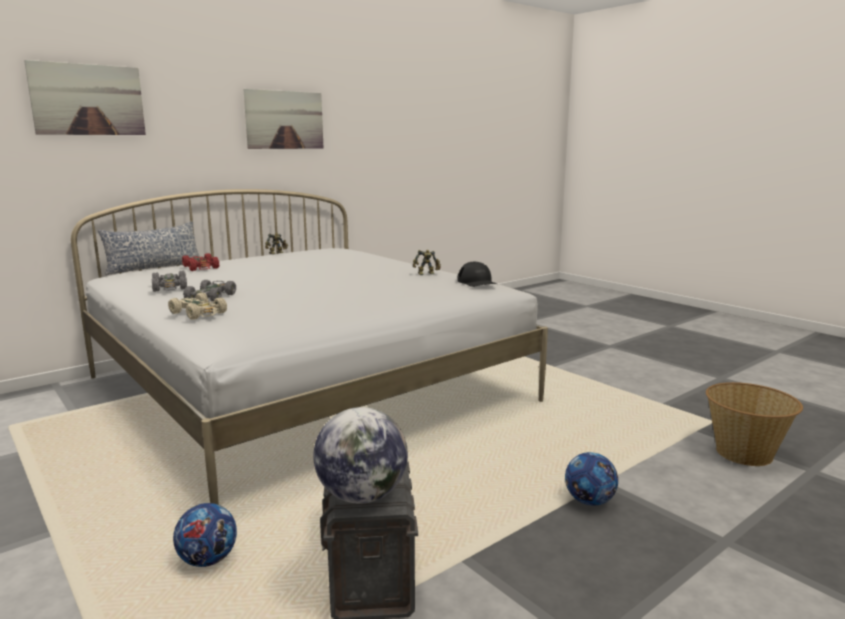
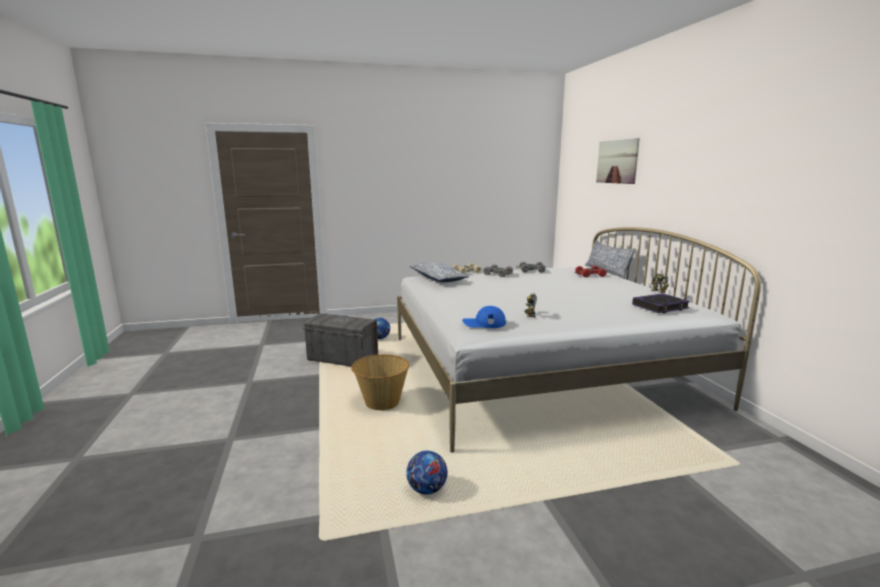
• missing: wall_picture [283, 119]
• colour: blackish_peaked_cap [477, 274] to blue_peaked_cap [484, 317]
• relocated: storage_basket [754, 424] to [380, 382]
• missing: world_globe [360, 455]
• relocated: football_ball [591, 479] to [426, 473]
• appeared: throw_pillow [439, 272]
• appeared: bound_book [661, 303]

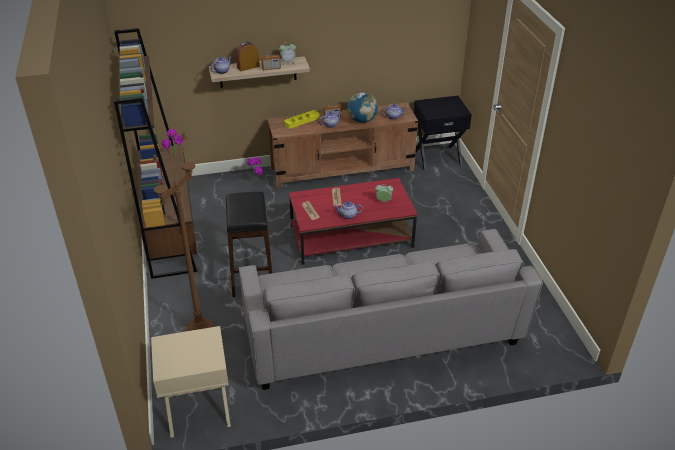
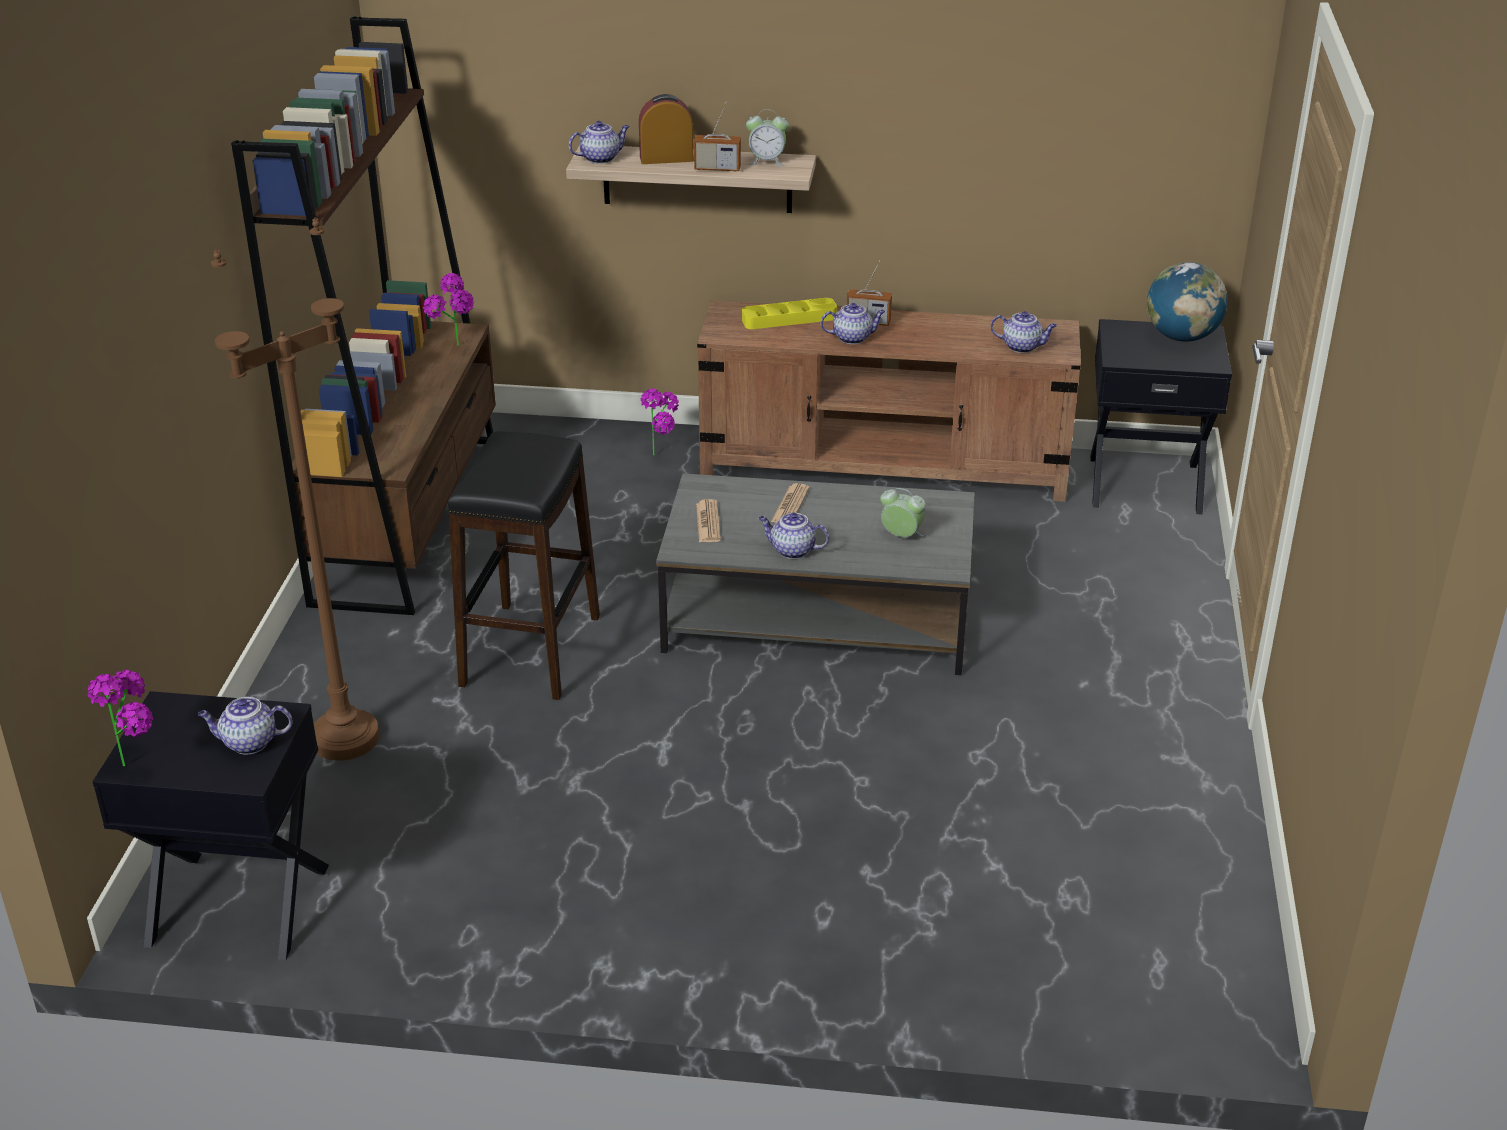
• relocated: world_globe [362, 107] to [1187, 302]
• colour: red-coloured_lounge_table [353, 221] to gray_lounge_table [815, 574]
• missing: gray_couch [391, 309]
• colour: beige_night_table [191, 382] to blackish_night_table [211, 826]
• appeared: houseplant [120, 718]
• appeared: pot_for_tea [245, 725]

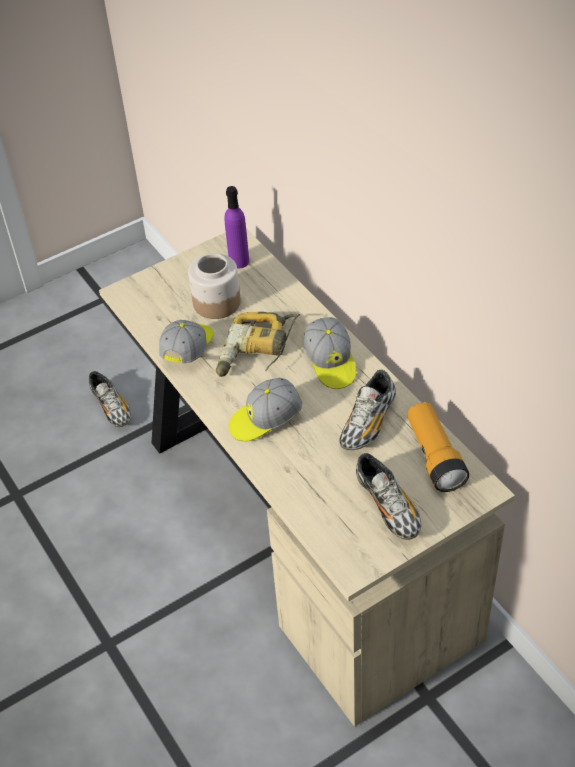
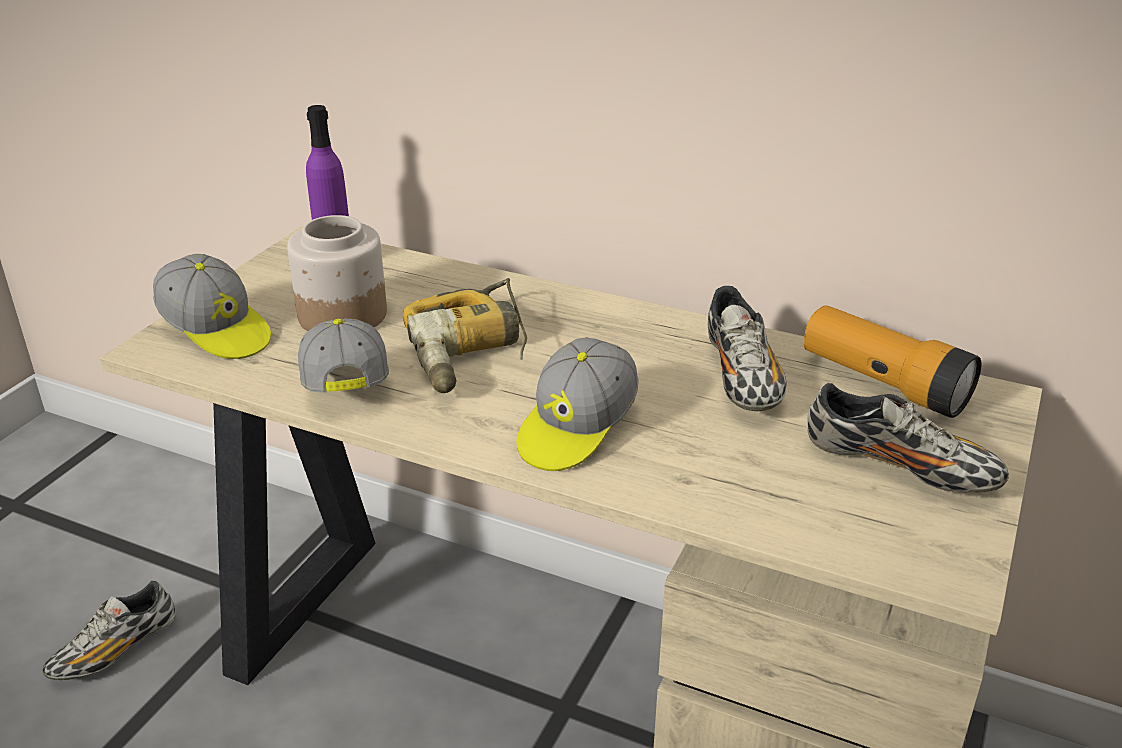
• relocated: peaked_cap [330, 353] to [212, 306]
• spun: item_of_footwear [110, 399] = [109, 630] 105 degrees clockwise

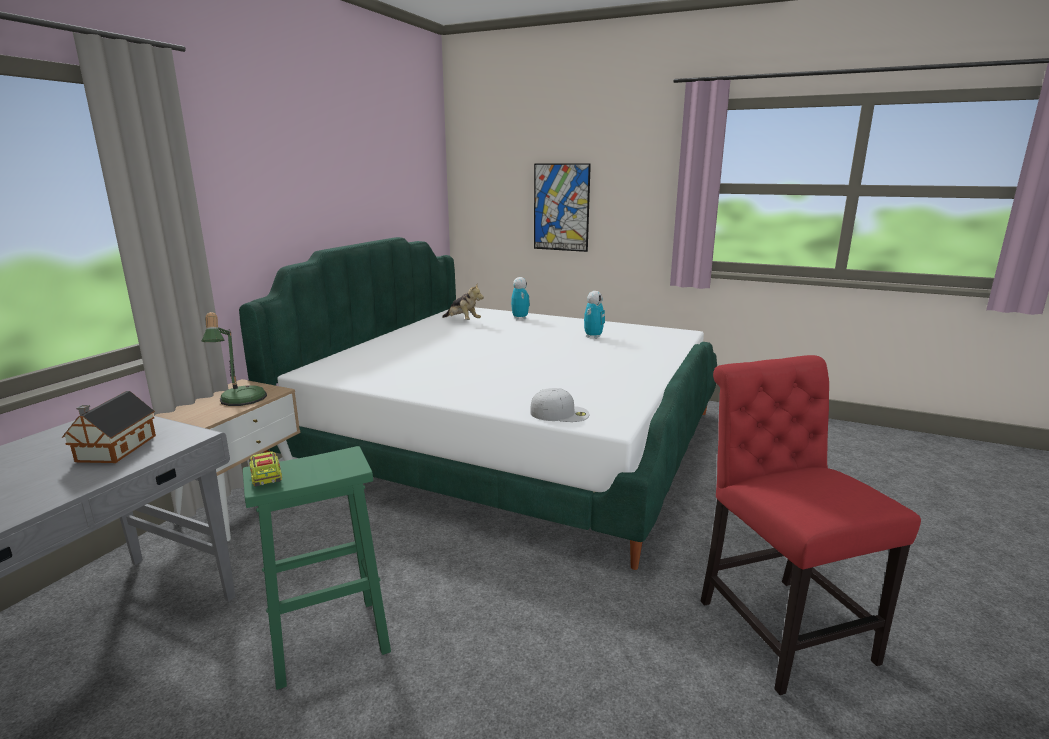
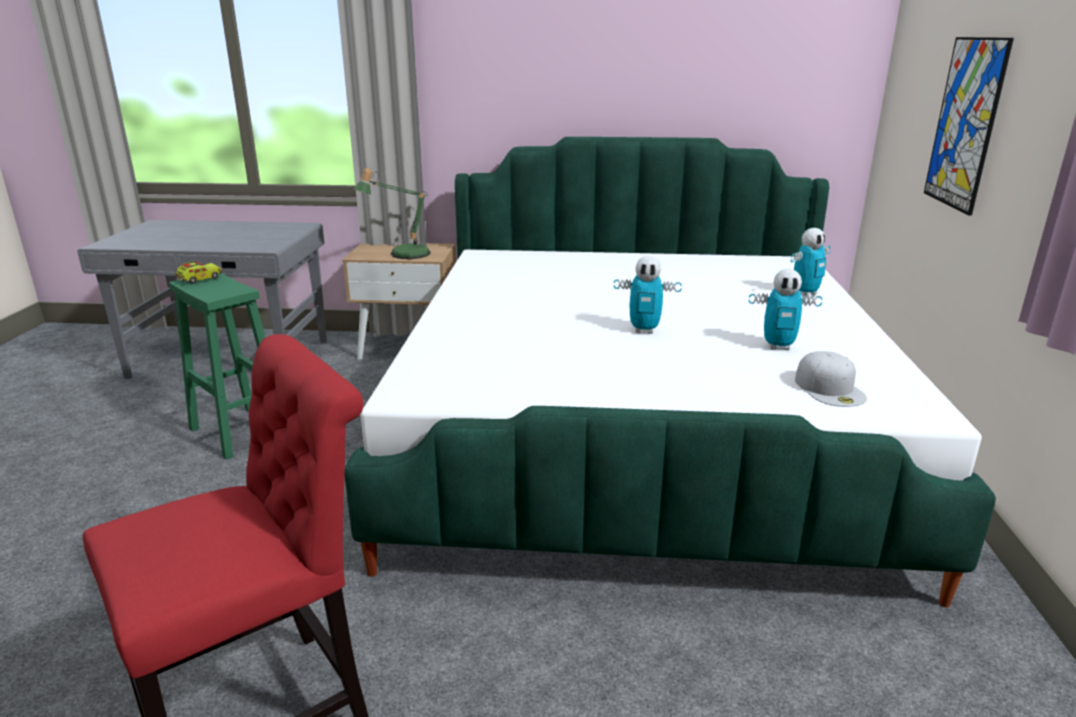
• missing: plush_toy [463, 301]
• relocated: white_peaked_cap [559, 405] to [831, 379]
• missing: toy_house [109, 427]
• appeared: toy_robot [648, 295]

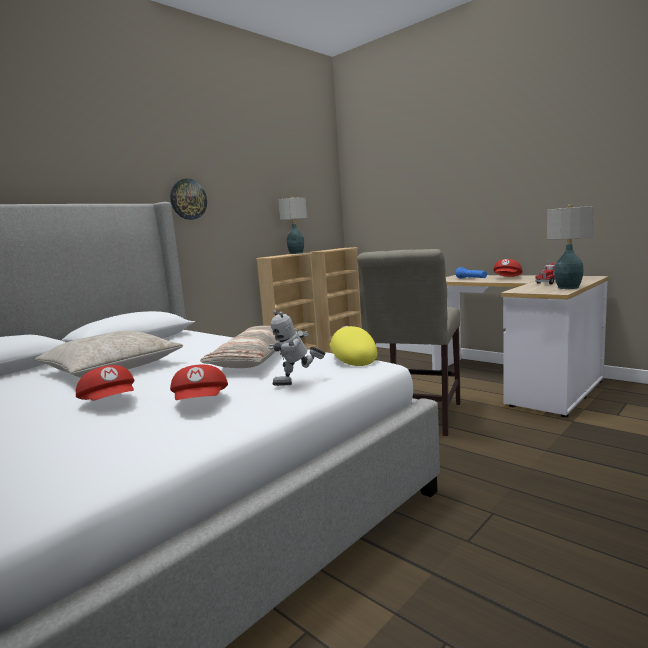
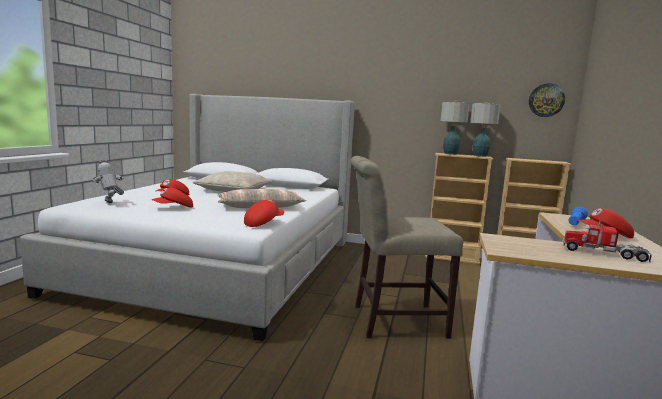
• relocated: hanging_clock [188, 199] to [547, 100]
• relocated: tabletop_lamp [570, 247] to [455, 128]
• relocated: toy_robot [297, 348] to [108, 181]
• colour: yellowish_peaked_cap [353, 346] to red-coloured_peaked_cap [264, 213]

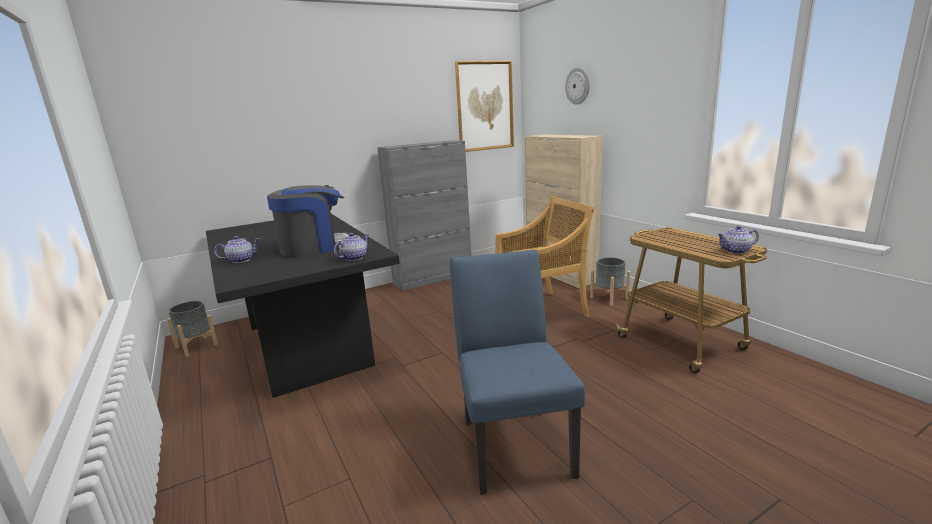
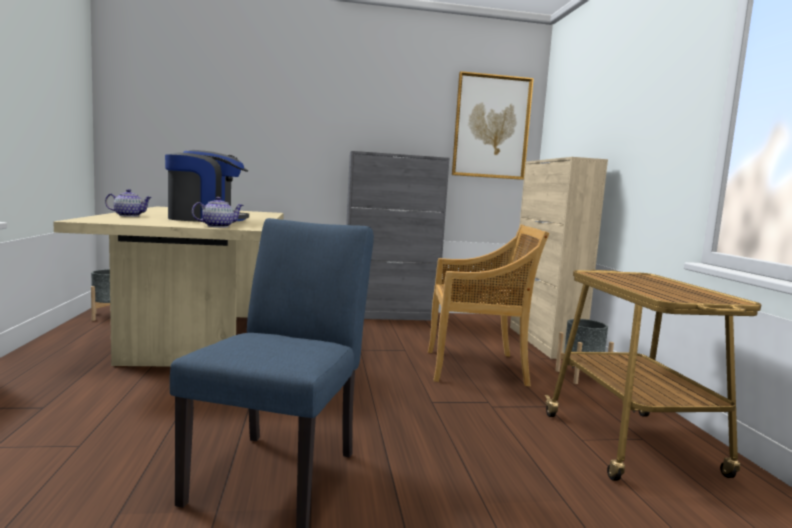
• missing: hanging_clock [577, 86]
• colour: blackish_dining_table [303, 306] to beige_dining_table [168, 286]
• missing: pot_for_tea [738, 240]

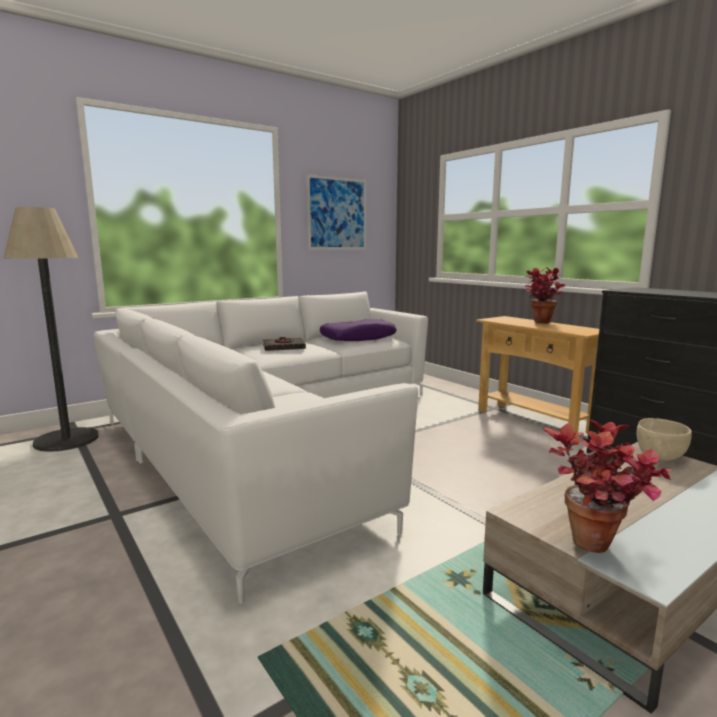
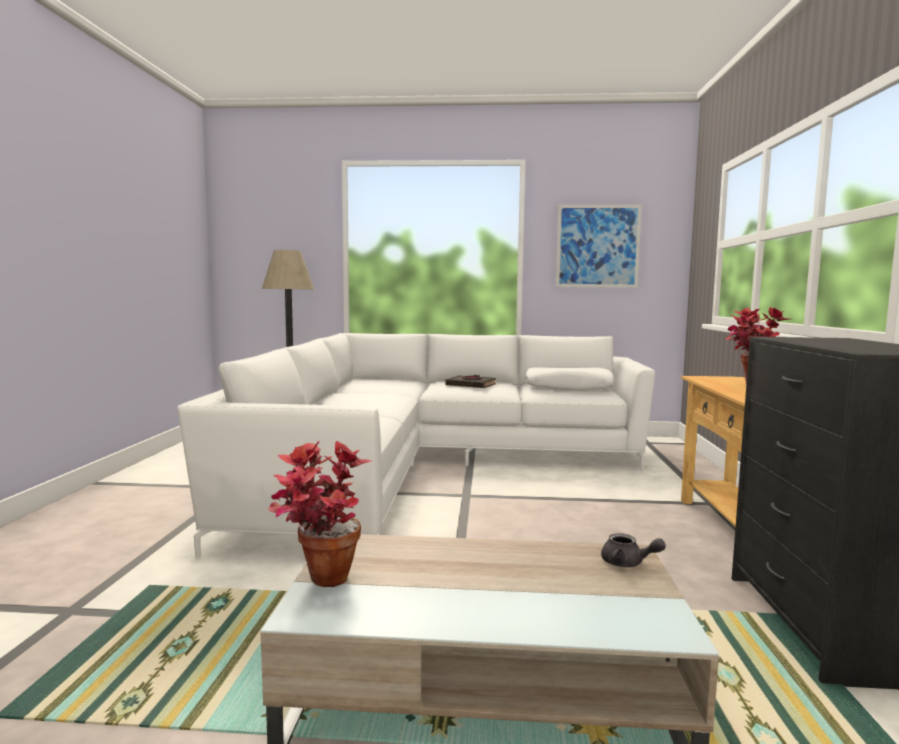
• colour: purple_throw_pillow [358, 330] to white_throw_pillow [569, 379]
• exchanged: beige_serving_bowl [664, 439] to gray_pot_for_tea [633, 550]

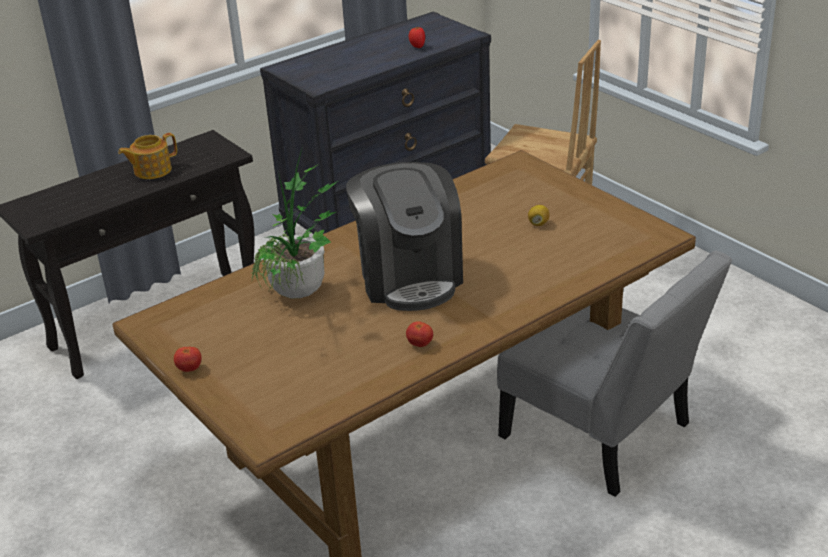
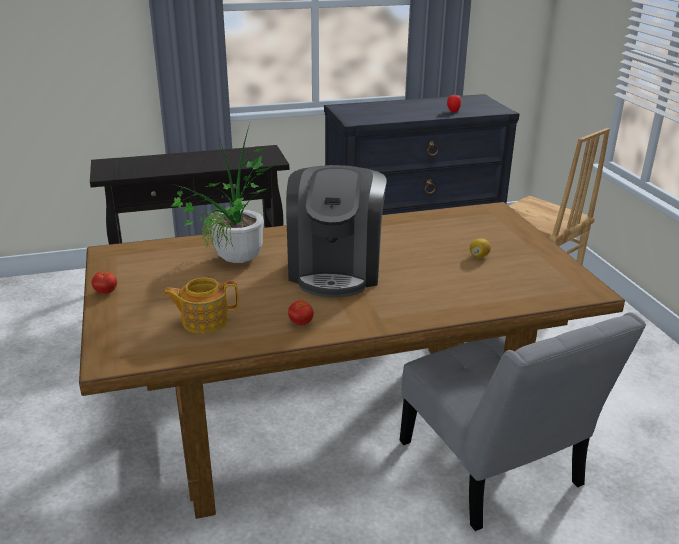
• relocated: pot_for_tea [147, 156] to [201, 305]

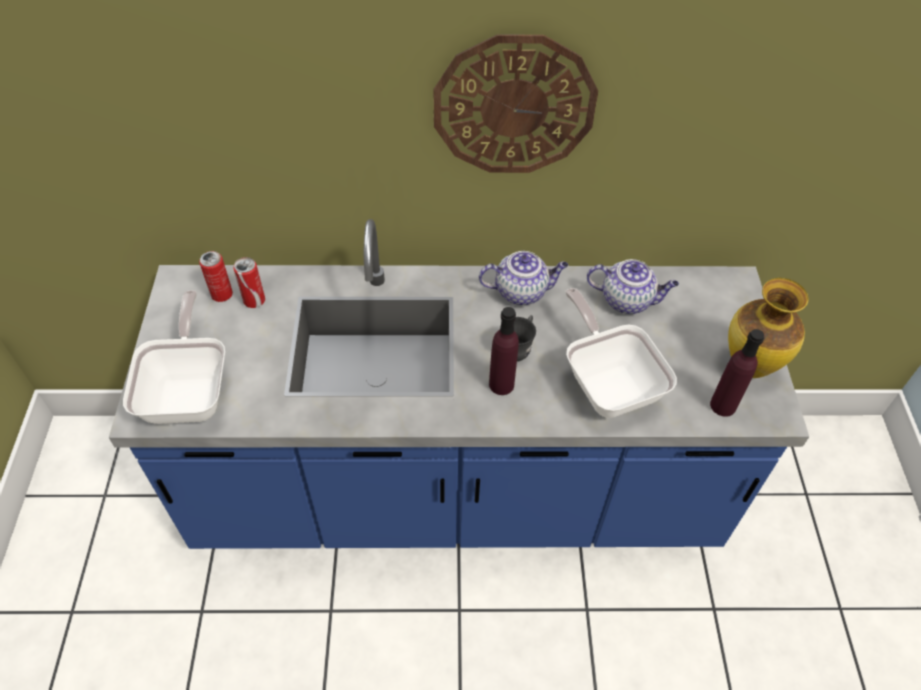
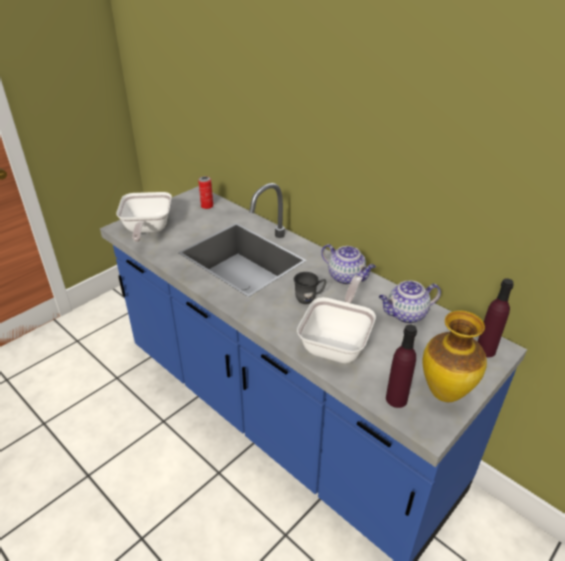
• missing: hanging_clock [515, 103]
• missing: can [249, 282]
• spun: pot_for_tea [633, 286] = [410, 302] 105 degrees clockwise
• spun: frying_pan [174, 357] = [144, 217] 135 degrees clockwise
• relocated: purple_beverage_bottle [504, 351] to [496, 317]

